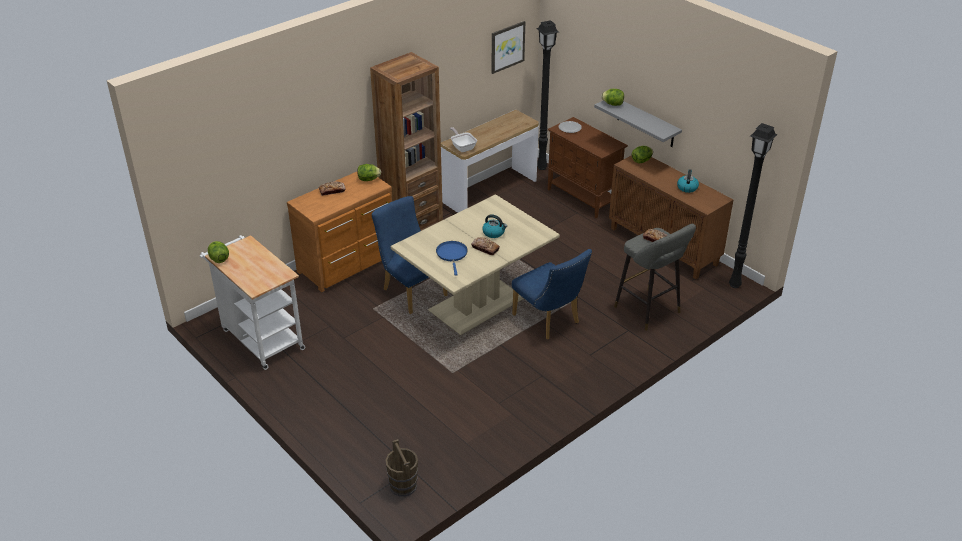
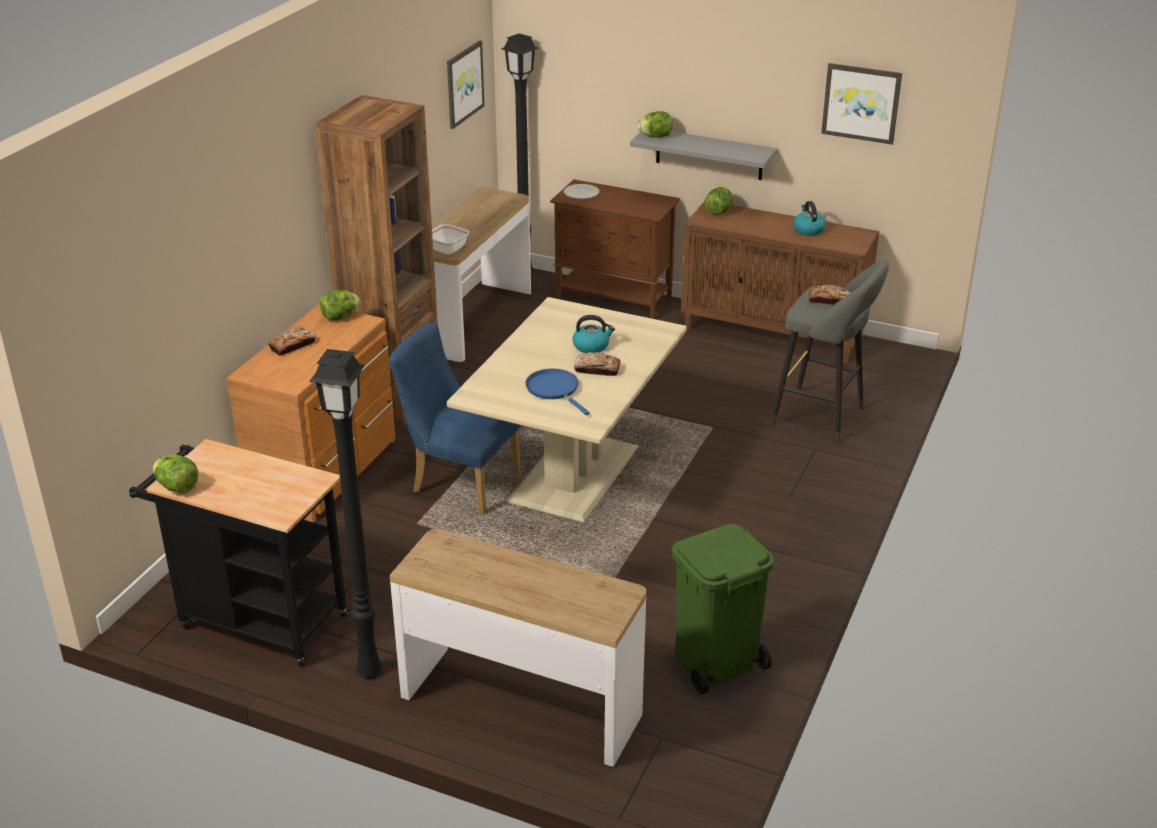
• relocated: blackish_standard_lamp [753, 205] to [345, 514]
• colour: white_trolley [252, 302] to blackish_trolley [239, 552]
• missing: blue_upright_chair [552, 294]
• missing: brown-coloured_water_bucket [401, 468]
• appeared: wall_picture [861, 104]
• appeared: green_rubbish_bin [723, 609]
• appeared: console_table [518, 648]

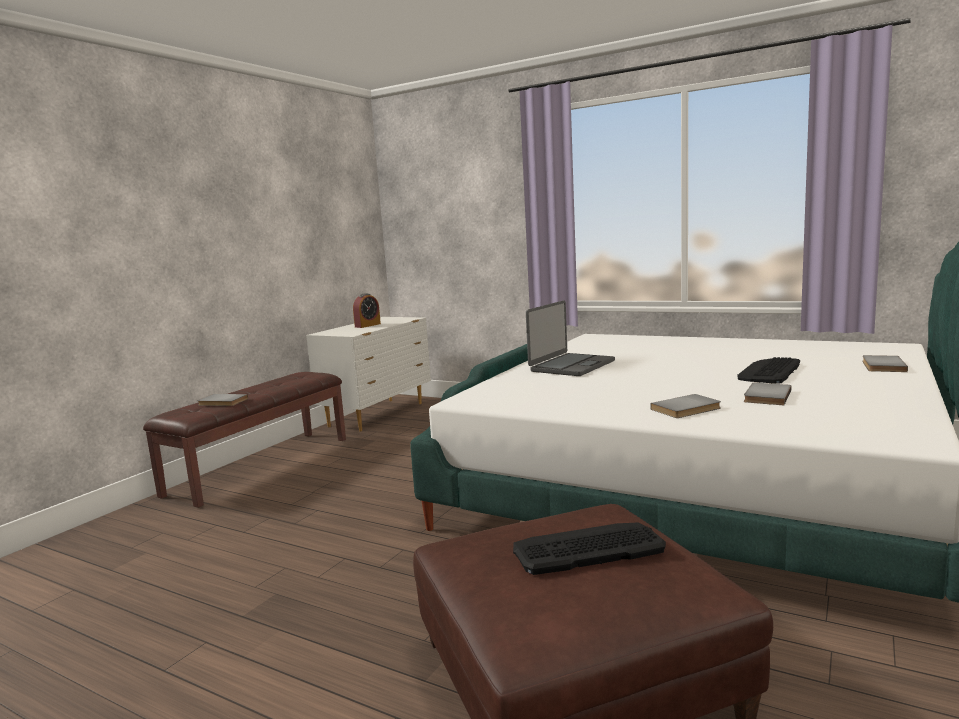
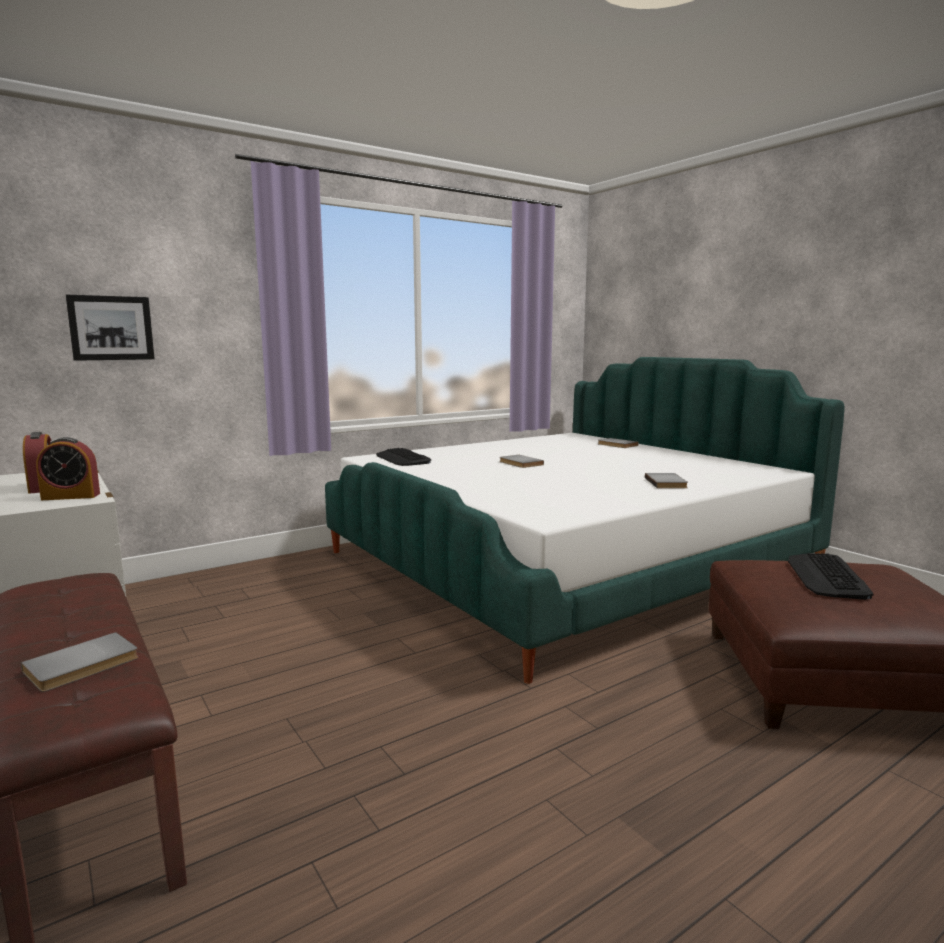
• missing: portable_computer [570, 338]
• relocated: computer_keyboard [768, 370] to [403, 457]
• relocated: gray_bound_book [768, 394] to [522, 461]
• appeared: wall_picture [110, 328]
• appeared: table_clock [68, 468]

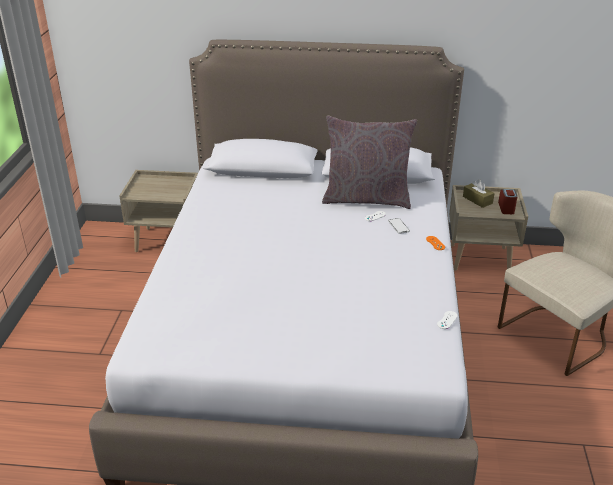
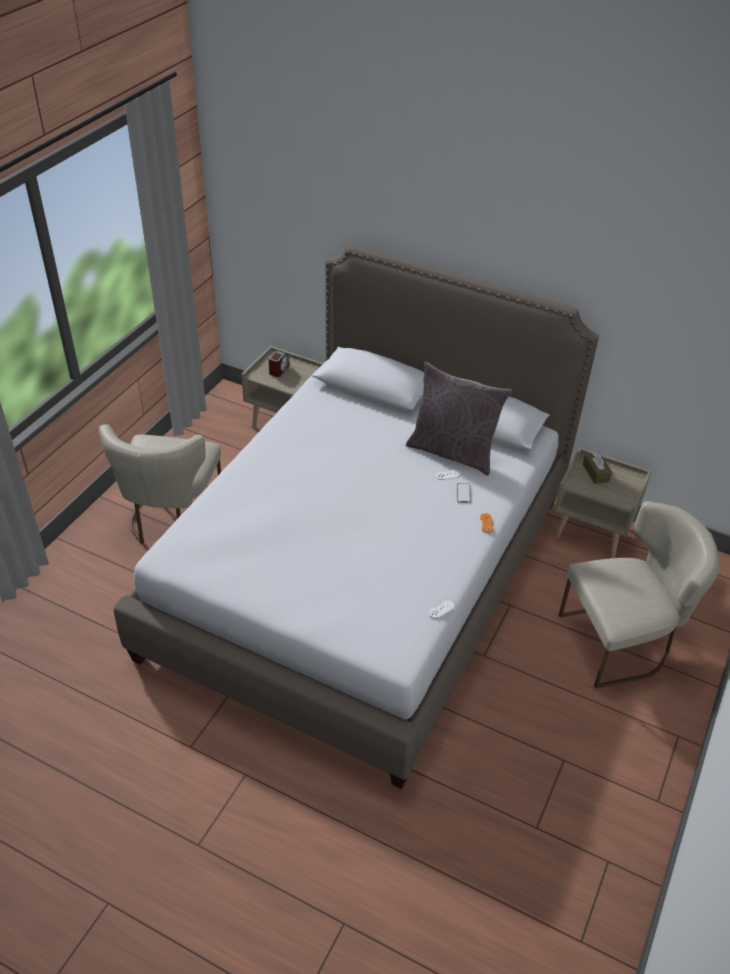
• relocated: table_clock [508, 201] to [278, 364]
• appeared: beige_upright_chair [160, 484]

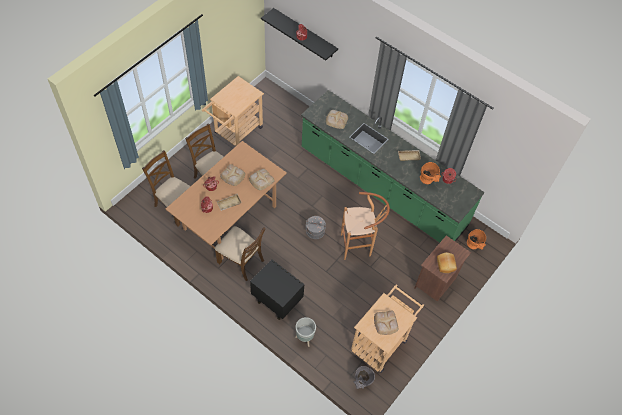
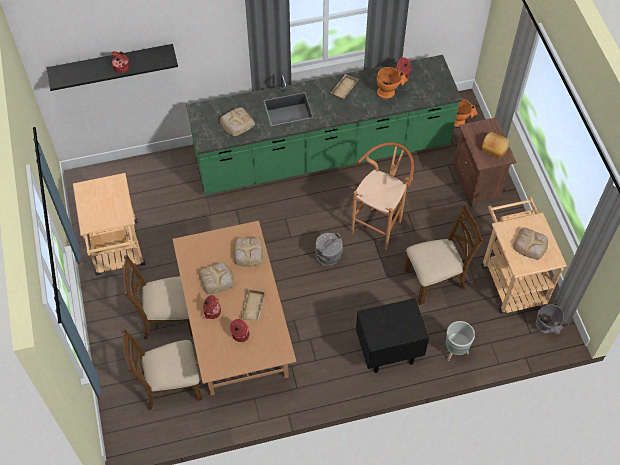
• relocated: brown-coloured_upright_chair [240, 253] to [444, 255]

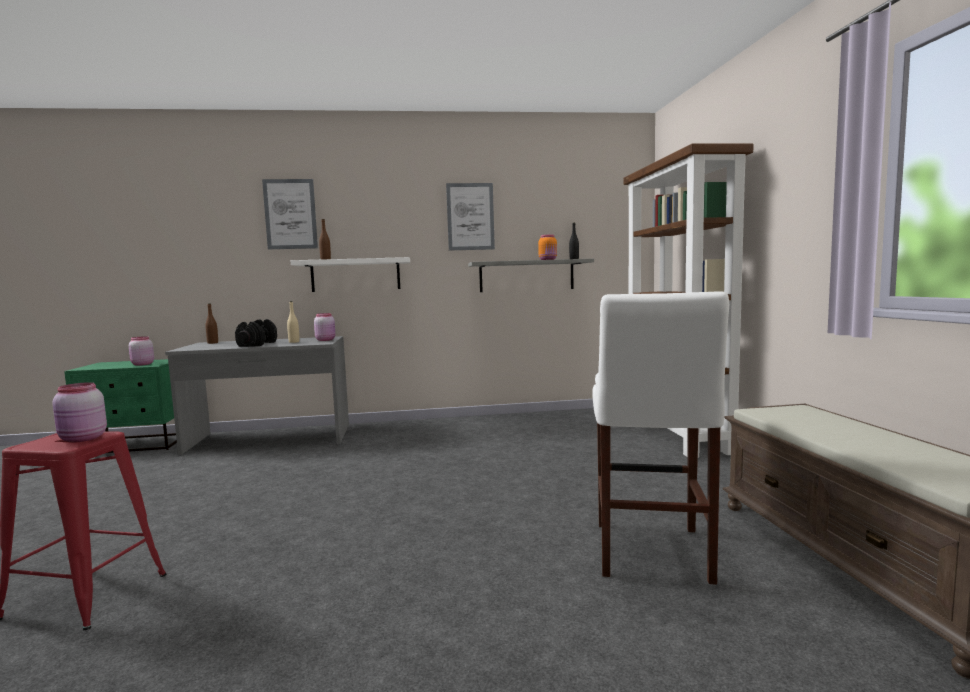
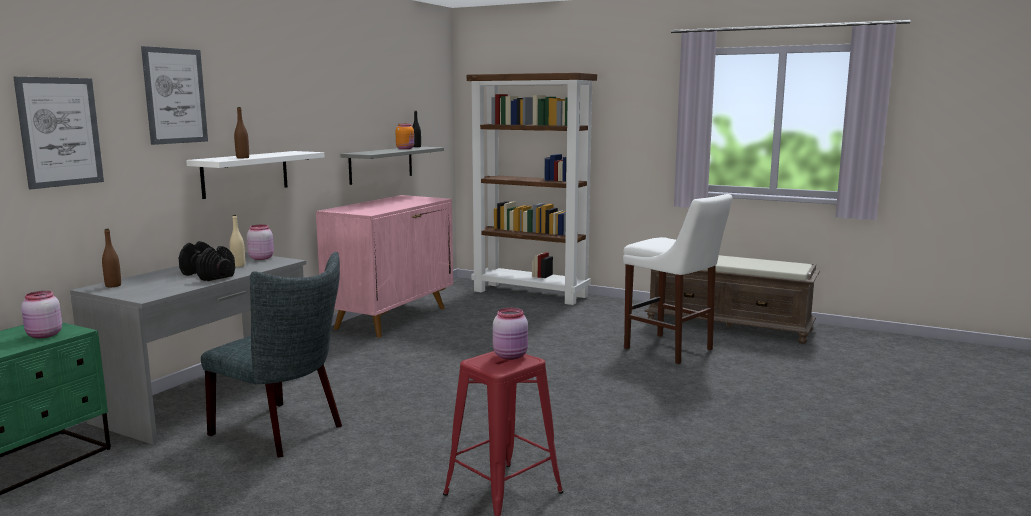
• relocated: wall_picture [470, 217] to [58, 133]
• appeared: pink_cabinet [384, 266]
• appeared: gray_upright_chair [271, 355]

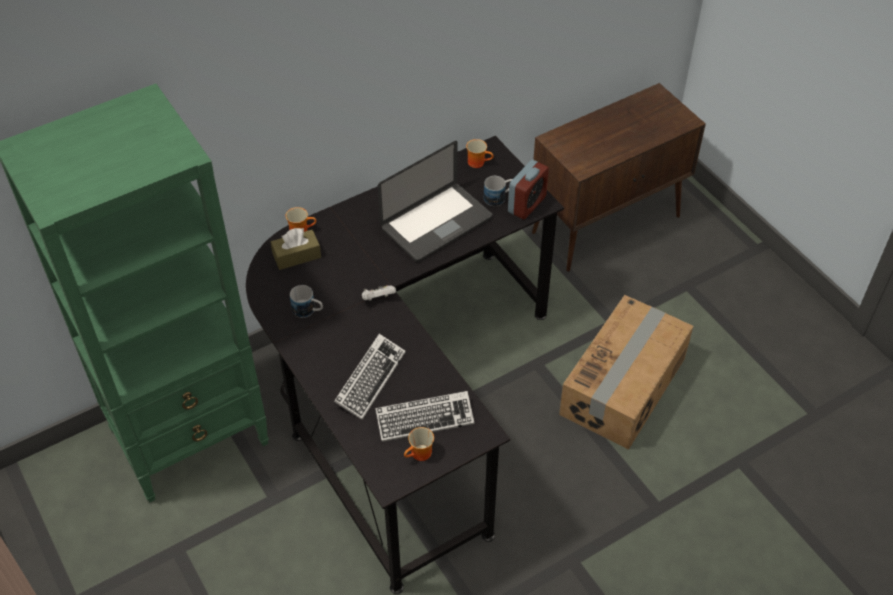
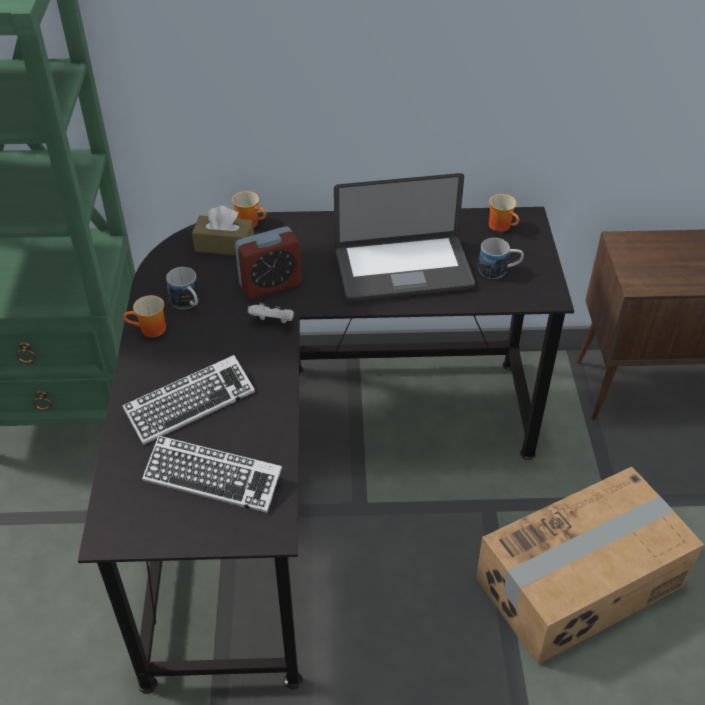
• relocated: table_clock [528, 190] to [268, 262]
• relocated: tea_mug [419, 444] to [144, 316]

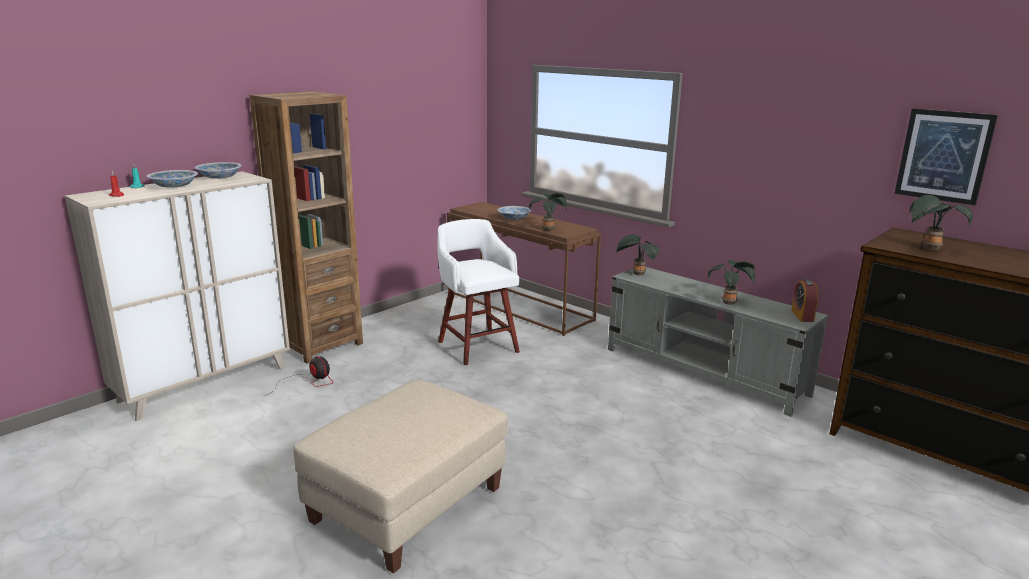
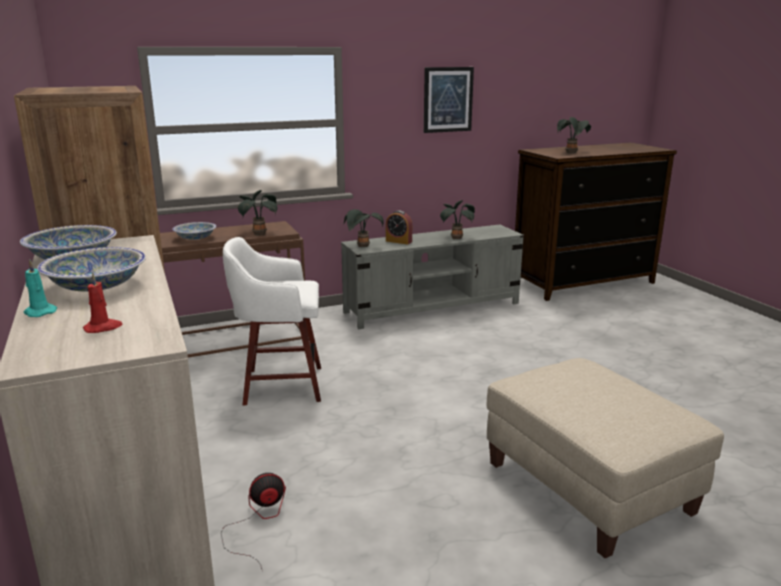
• relocated: wall_picture [946, 156] to [449, 100]
• relocated: table_clock [804, 300] to [399, 227]

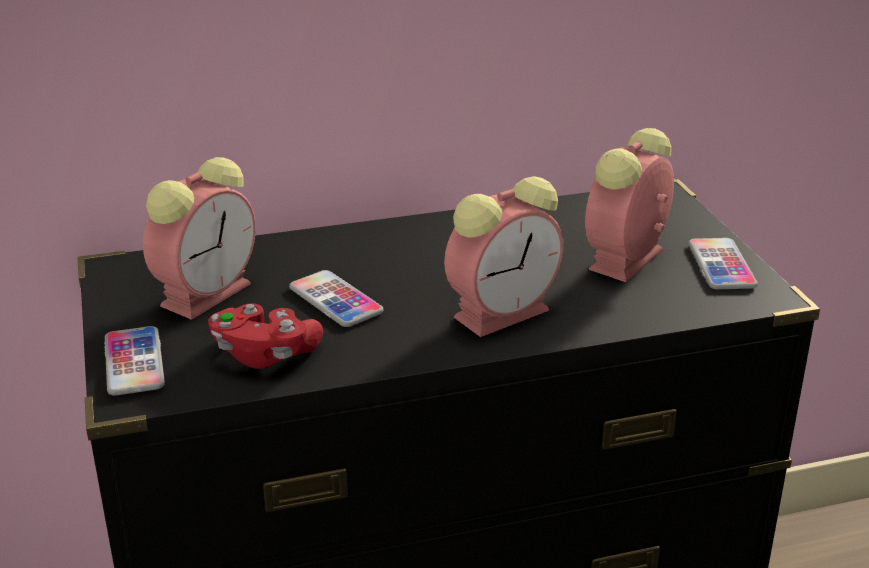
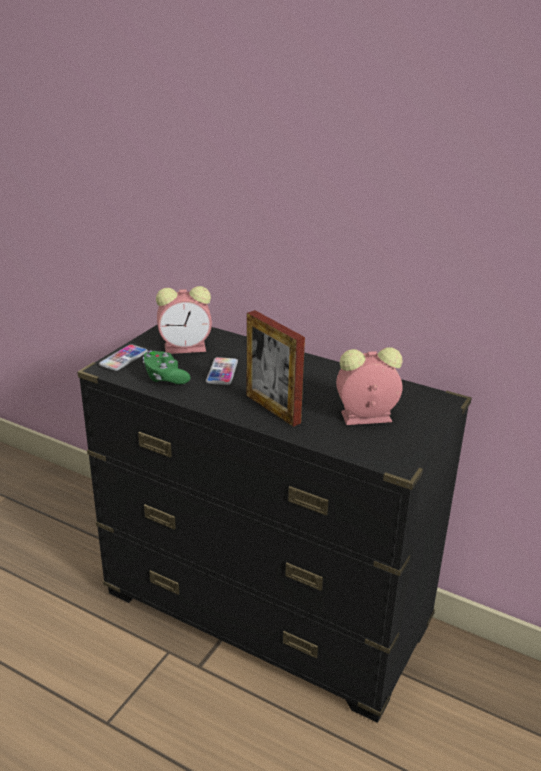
• exchanged: table_clock [503, 256] to picture_frame [276, 368]
• missing: handset [723, 263]
• colour: red-coloured_joypad [265, 336] to green_joypad [167, 367]

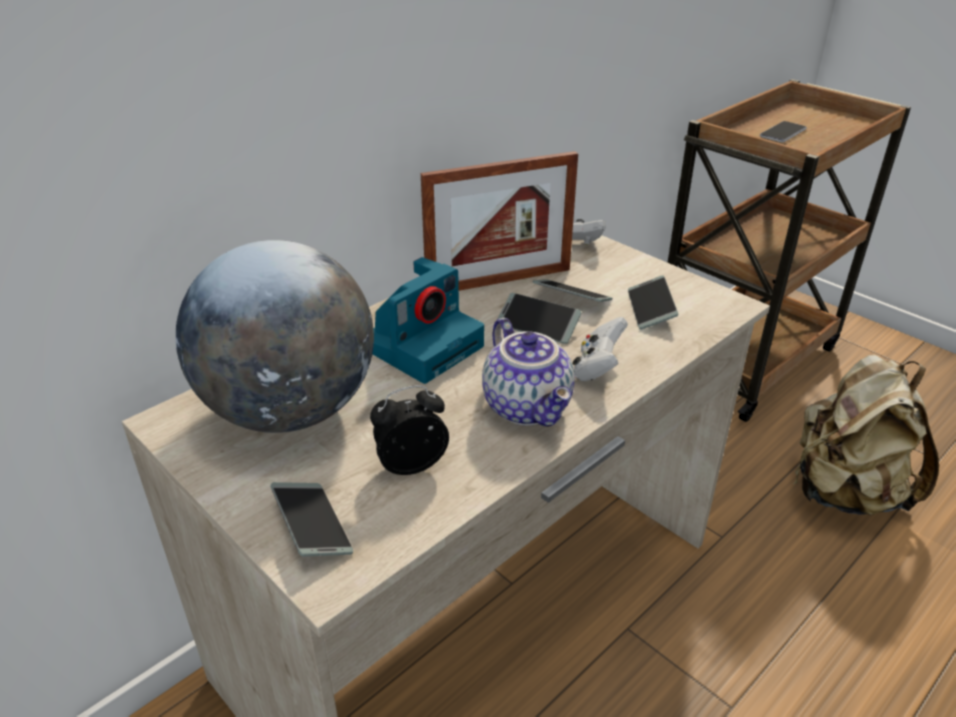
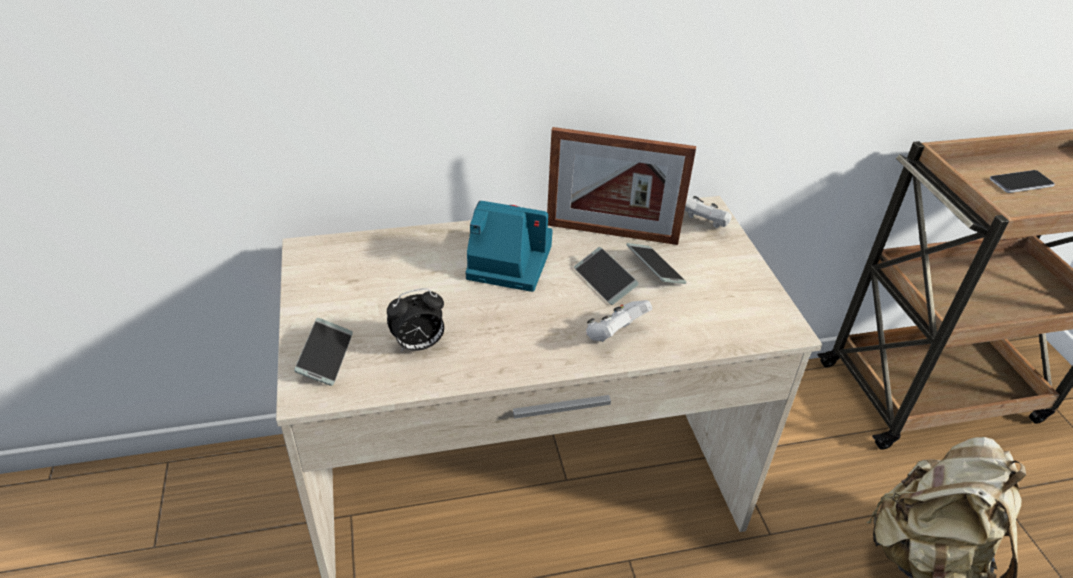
• missing: world_globe [275, 336]
• spun: photo_camera [428, 320] = [509, 246] 150 degrees counterclockwise
• missing: handset [653, 302]
• missing: pot_for_tea [528, 371]
• spun: table_clock [409, 430] = [415, 320] 150 degrees clockwise

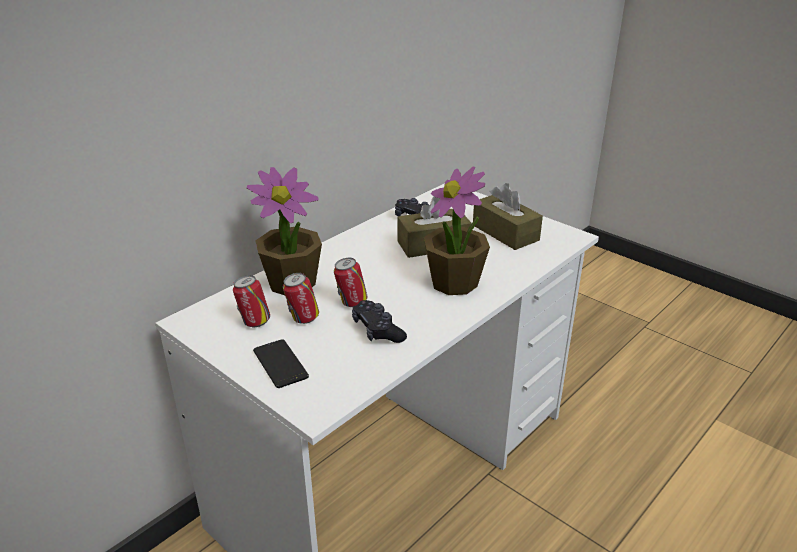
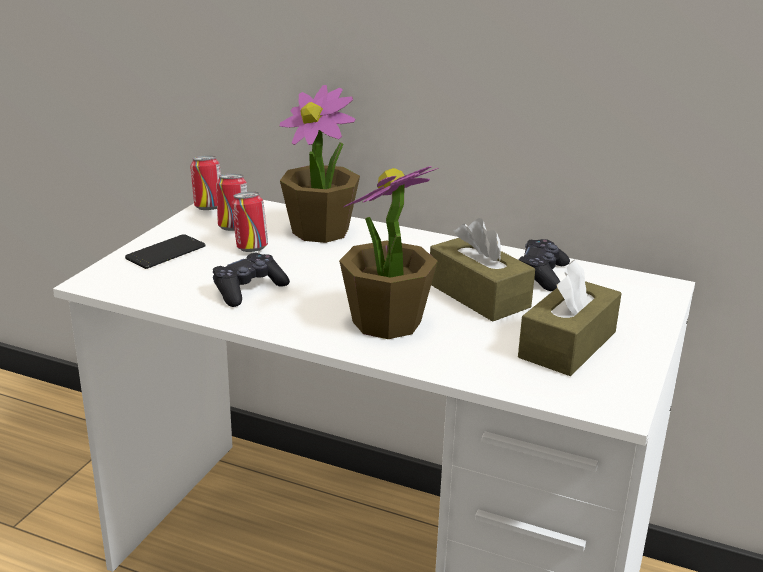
• relocated: can [351, 282] to [205, 183]

